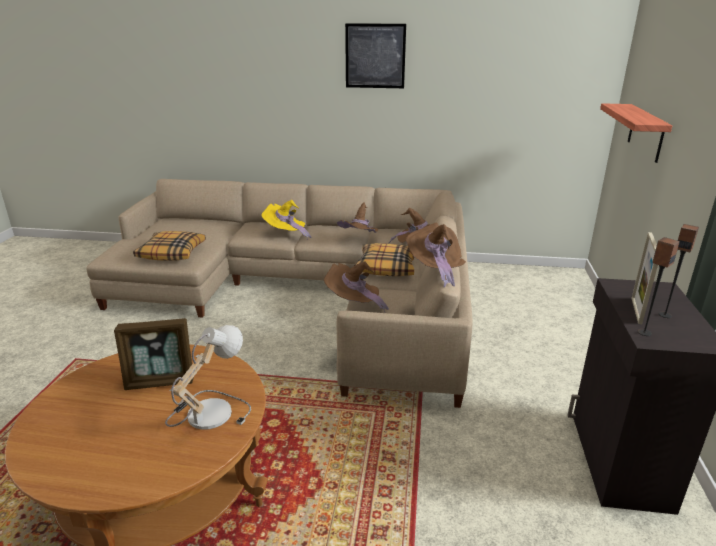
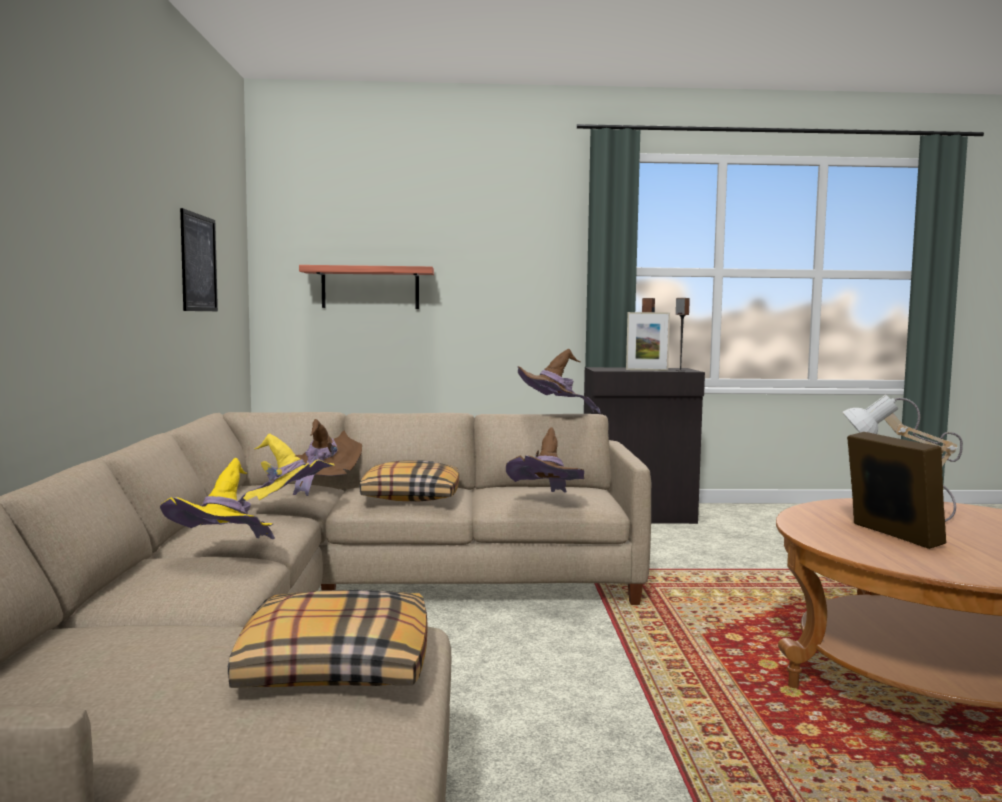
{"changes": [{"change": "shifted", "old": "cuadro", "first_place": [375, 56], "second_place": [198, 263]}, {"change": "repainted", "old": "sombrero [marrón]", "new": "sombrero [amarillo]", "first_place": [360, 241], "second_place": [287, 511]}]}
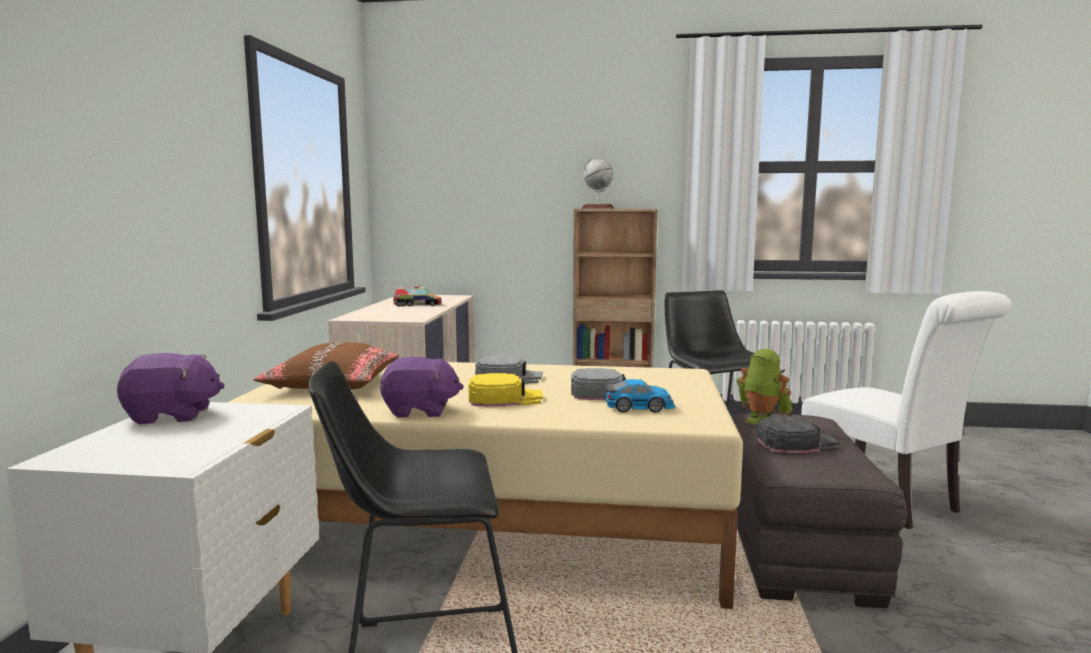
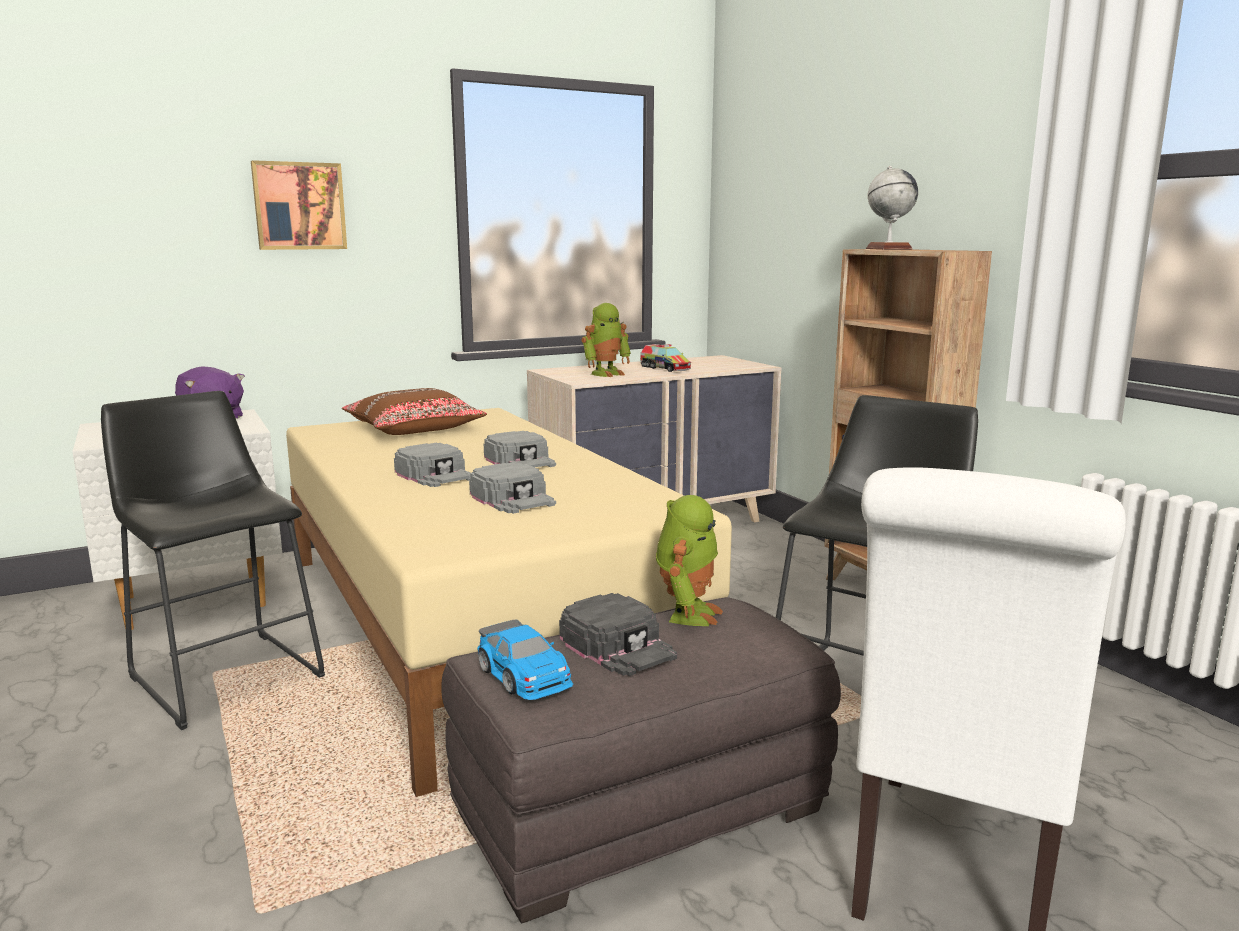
{"changes": [{"change": "gone", "old": "peluche [morado]", "first_place": [420, 411]}, {"change": "repainted", "old": "gorra [amarillo]", "new": "gorra [gris]", "first_place": [505, 398], "second_place": [435, 474]}, {"change": "shifted", "old": "coche de juguete", "first_place": [639, 407], "second_place": [524, 676]}, {"change": "new", "new": "cuadro", "second_place": [299, 206]}, {"change": "new", "new": "robot de juguete", "second_place": [606, 373]}]}
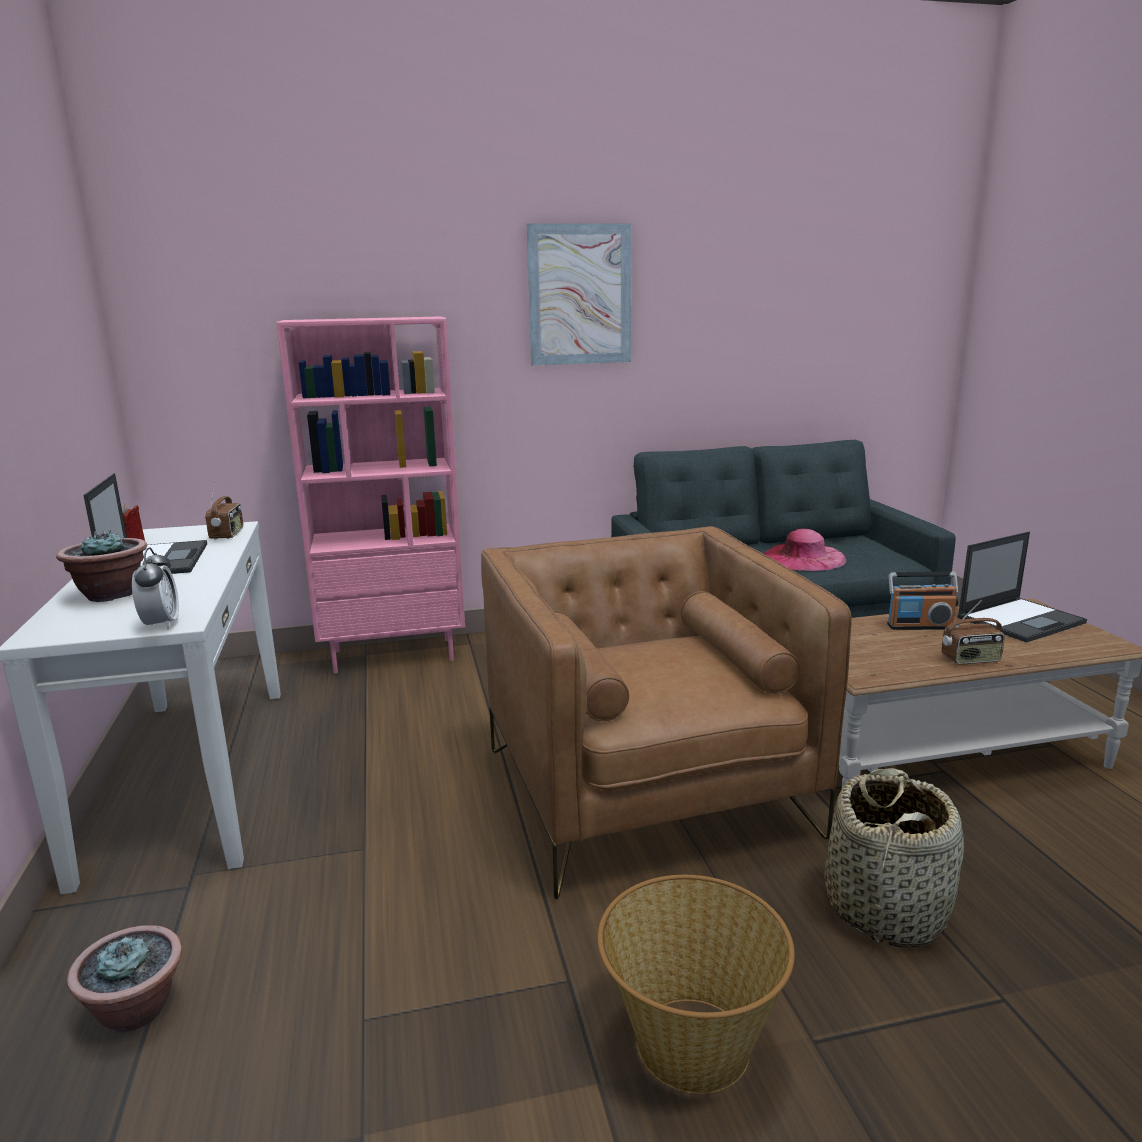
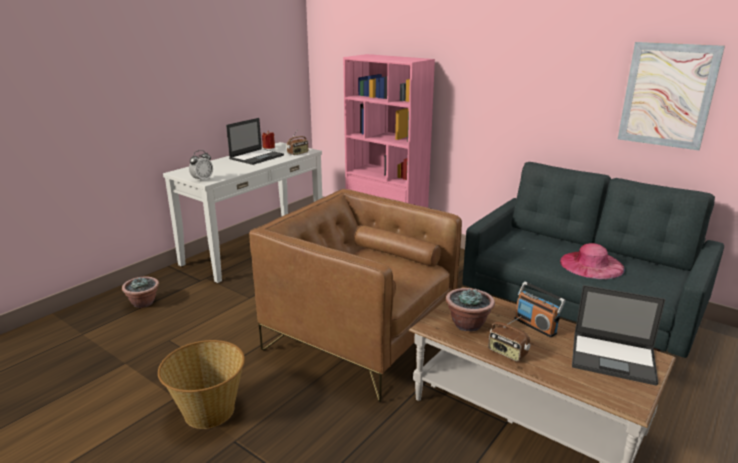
{"changes": [{"change": "shifted", "old": "cuadro", "first_place": [579, 295], "second_place": [667, 95]}, {"change": "rotated", "old": "sillón [marrón]", "first_place": [644, 791], "second_place": [359, 337], "degrees": -90}, {"change": "shifted", "old": "planta en maceta", "first_place": [111, 594], "second_place": [468, 324]}, {"change": "gone", "old": "cesta", "first_place": [886, 908]}]}
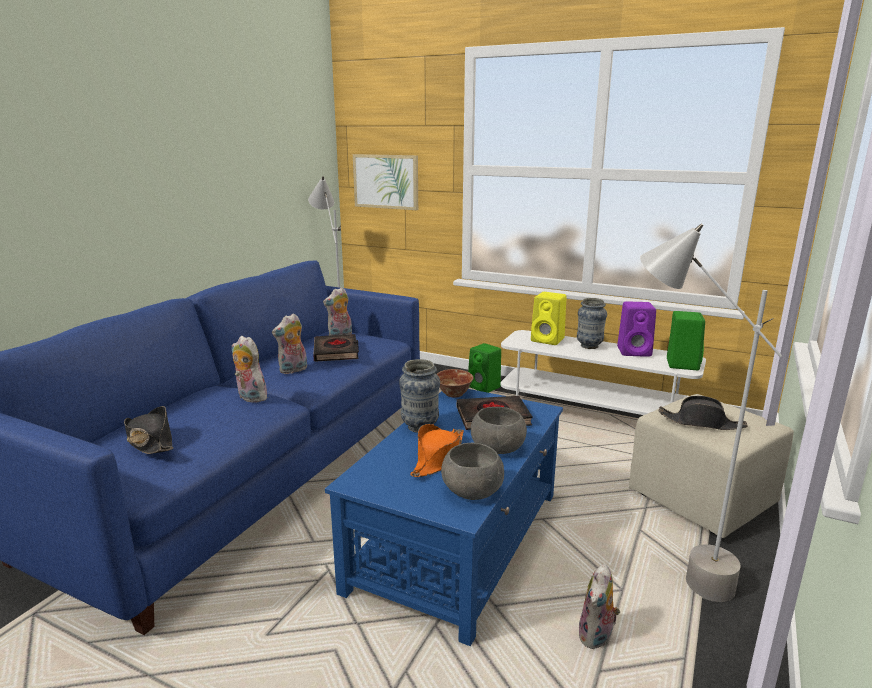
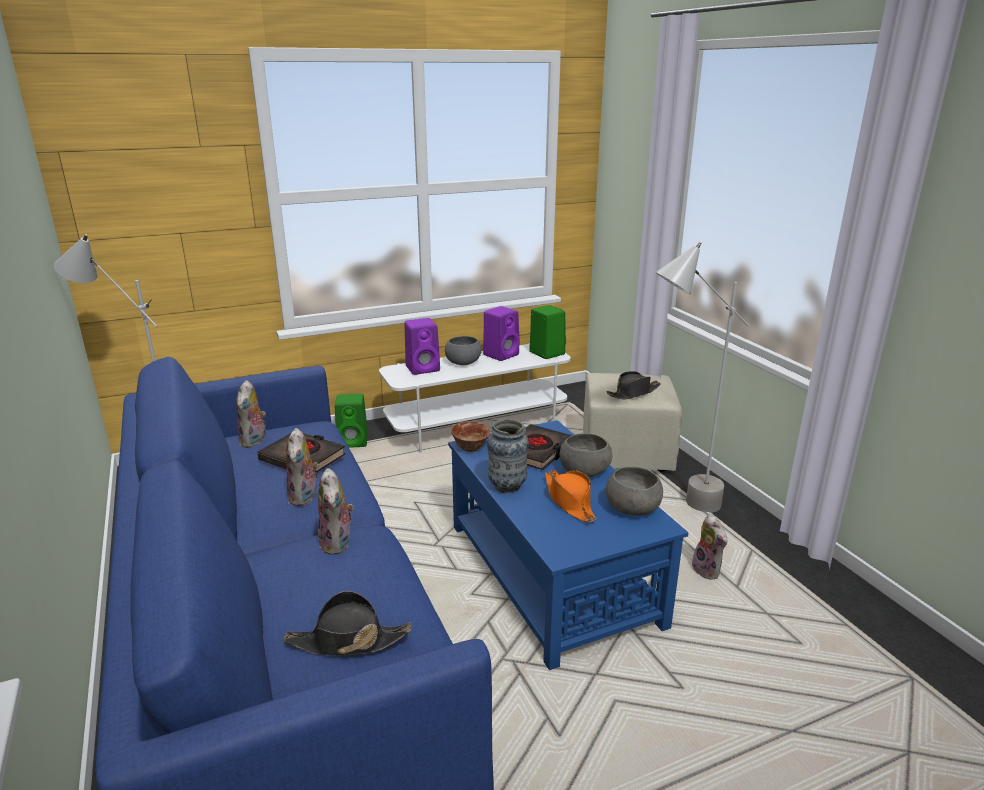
{"changes": [{"change": "gone", "old": "cuadro", "first_place": [386, 181]}, {"change": "repainted", "old": "altavoz [amarillo]", "new": "altavoz [morado]", "first_place": [548, 340], "second_place": [423, 368]}, {"change": "swapped", "old": "florero", "new": "cuenco [gris]", "first_place": [589, 346], "second_place": [463, 362]}, {"change": "rotated", "old": "peluche", "first_place": [249, 397], "second_place": [338, 544], "degrees": -90}]}
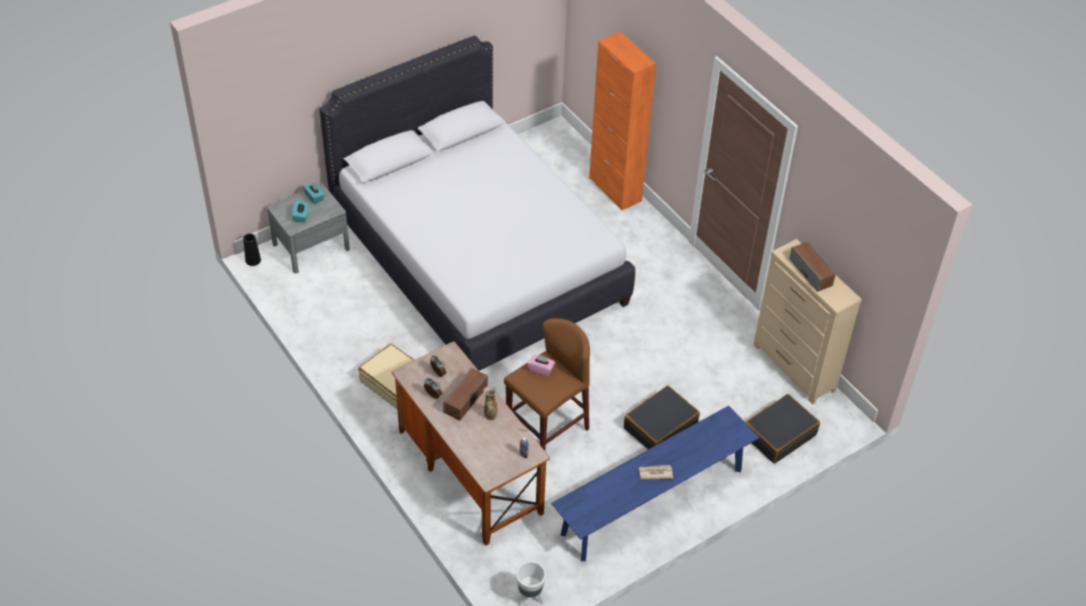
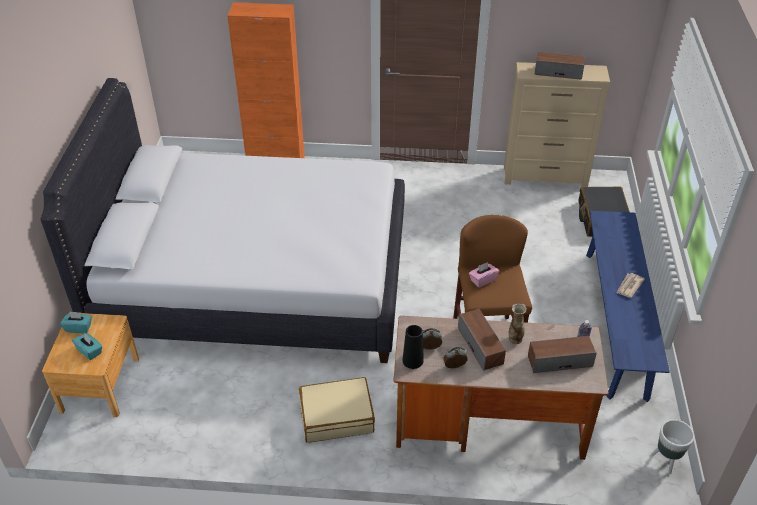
{"changes": [{"change": "repainted", "old": "mesita de noche [gris]", "new": "mesita de noche [marrón]", "first_place": [311, 246], "second_place": [100, 384]}, {"change": "shifted", "old": "florero [negro]", "first_place": [253, 260], "second_place": [413, 360]}, {"change": "gone", "old": "maleta [negro]", "first_place": [660, 426]}, {"change": "new", "new": "altavoz", "second_place": [559, 360]}]}
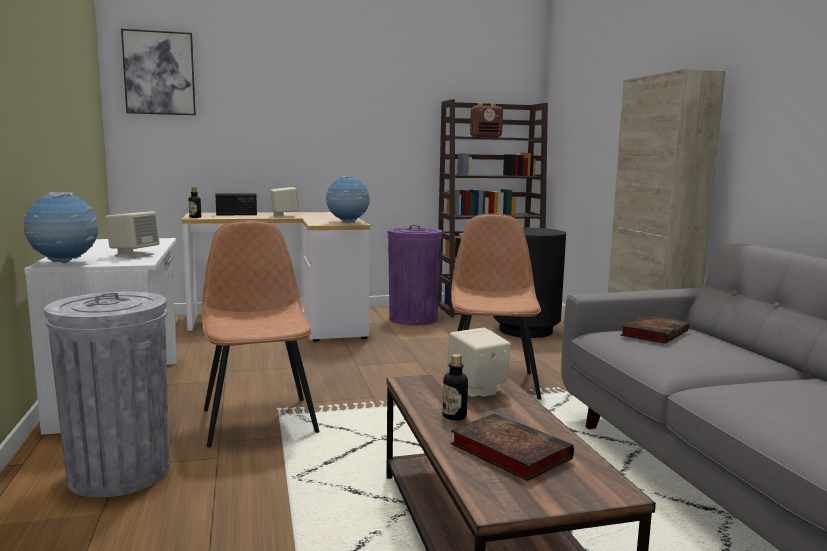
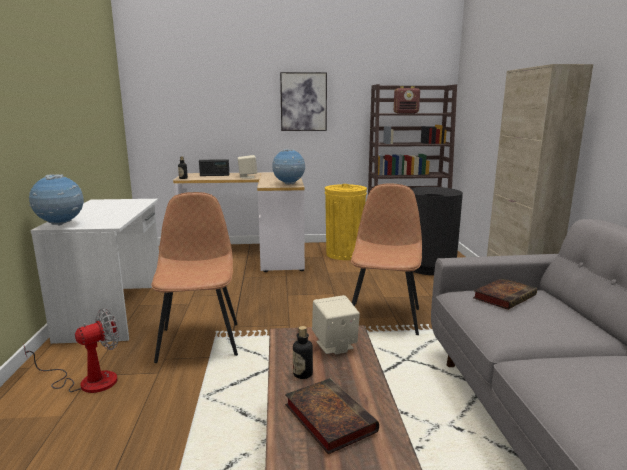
{"changes": [{"change": "shifted", "old": "cuadro", "first_place": [159, 73], "second_place": [303, 102]}, {"change": "gone", "old": "altavoz [beis]", "first_place": [134, 255]}, {"change": "repainted", "old": "papelera [morado]", "new": "papelera [amarillo]", "first_place": [413, 319], "second_place": [344, 254]}, {"change": "swapped", "old": "papelera [gris]", "new": "ventilador", "first_place": [119, 473], "second_place": [87, 381]}]}
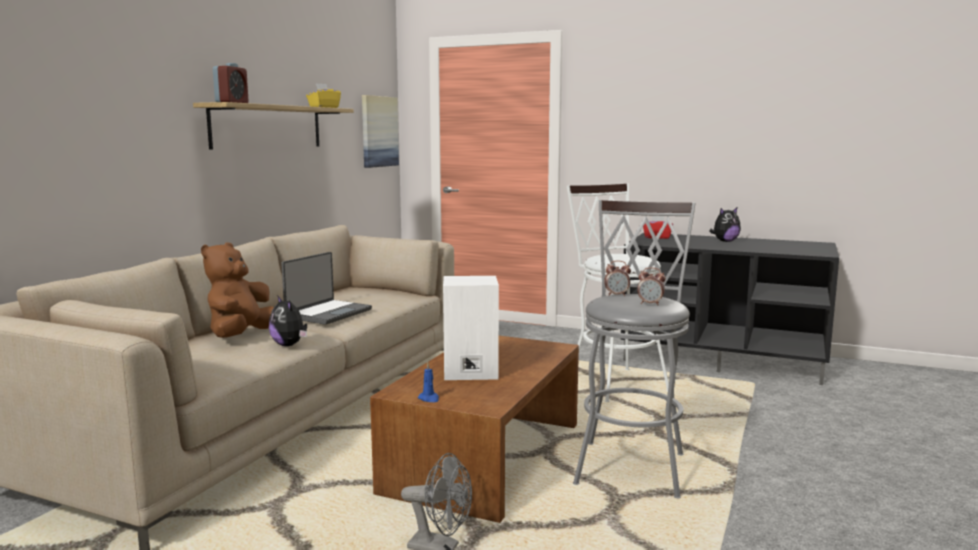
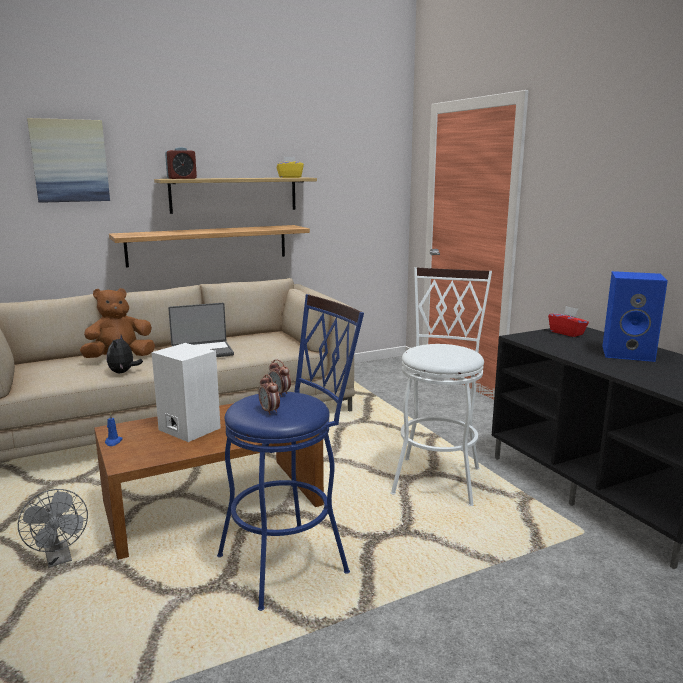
{"changes": [{"change": "shifted", "old": "cuadro", "first_place": [379, 131], "second_place": [70, 161]}, {"change": "repainted", "old": "taburete [gris]", "new": "taburete [azul]", "first_place": [632, 464], "second_place": [292, 561]}, {"change": "swapped", "old": "peluche", "new": "altavoz [azul]", "first_place": [725, 241], "second_place": [629, 353]}, {"change": "new", "new": "estante", "second_place": [208, 245]}]}
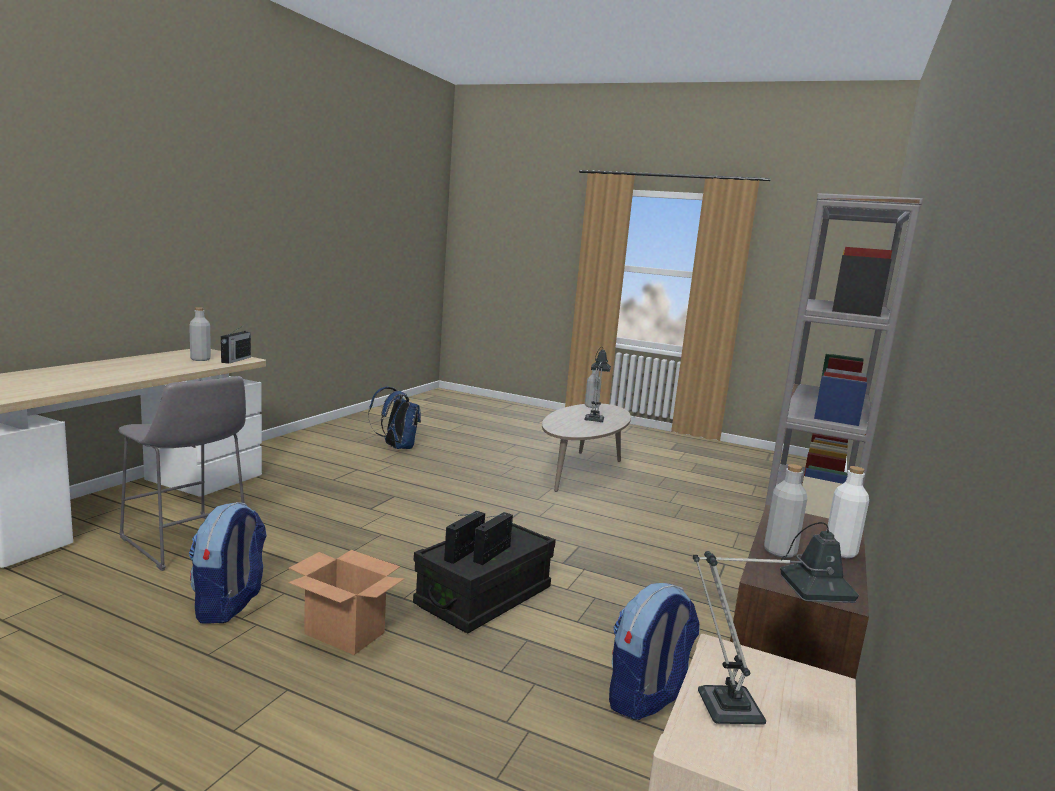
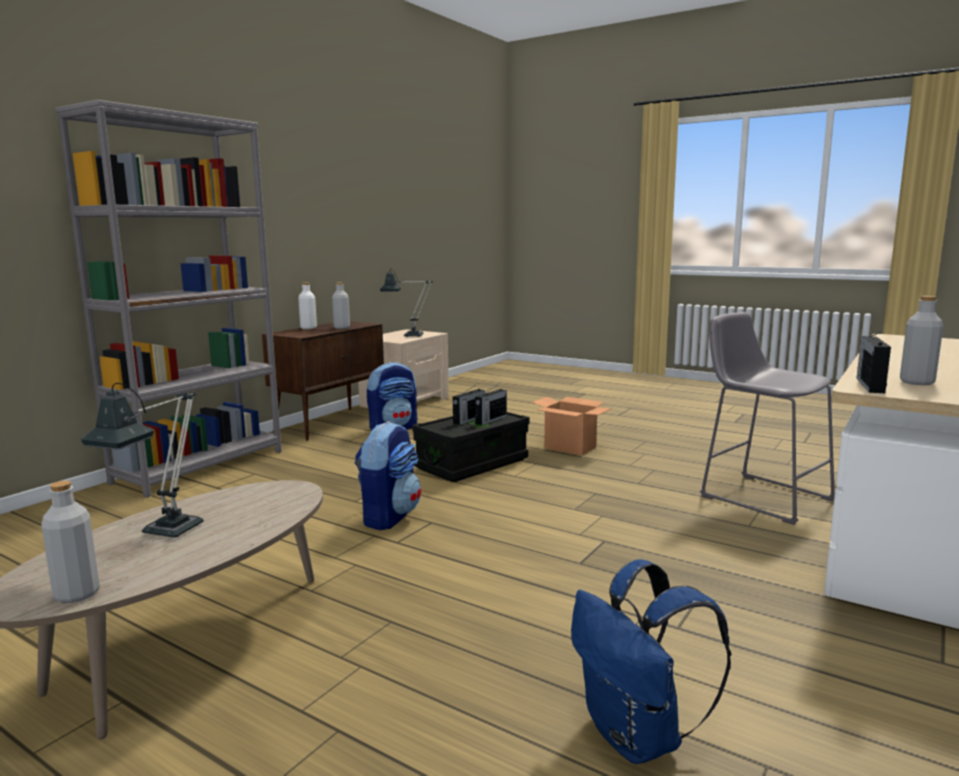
{"changes": [{"change": "shifted", "old": "mochila", "first_place": [229, 606], "second_place": [389, 516]}]}
